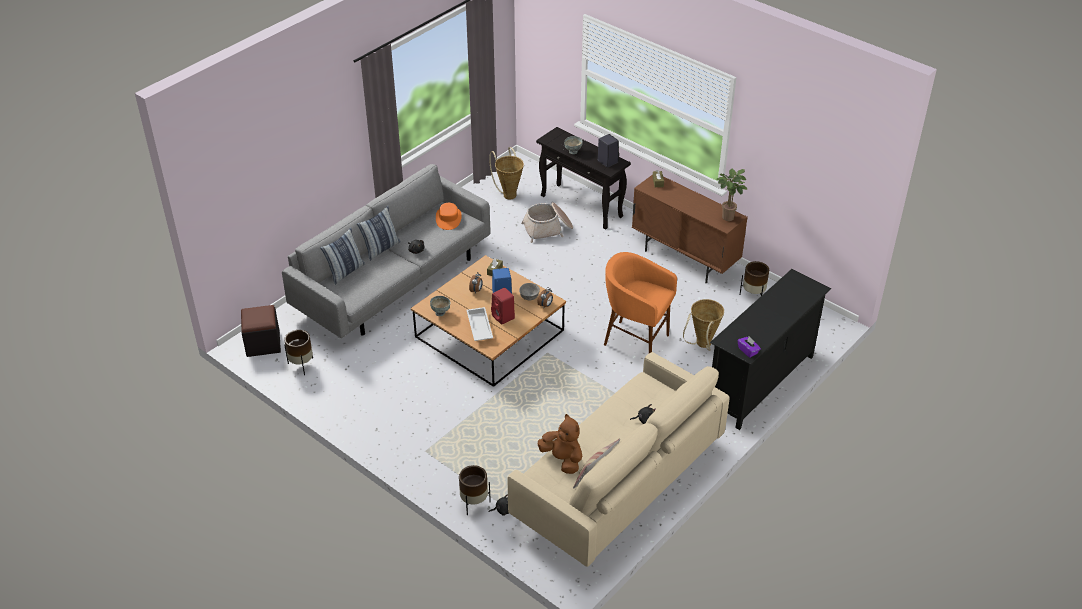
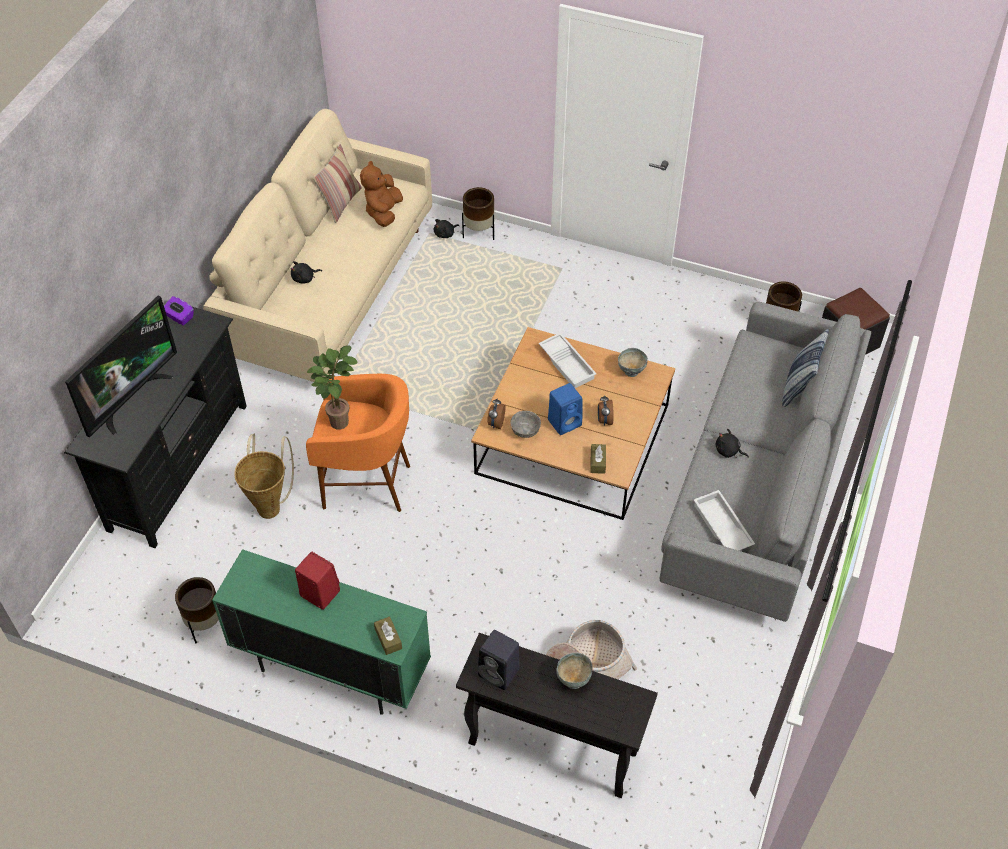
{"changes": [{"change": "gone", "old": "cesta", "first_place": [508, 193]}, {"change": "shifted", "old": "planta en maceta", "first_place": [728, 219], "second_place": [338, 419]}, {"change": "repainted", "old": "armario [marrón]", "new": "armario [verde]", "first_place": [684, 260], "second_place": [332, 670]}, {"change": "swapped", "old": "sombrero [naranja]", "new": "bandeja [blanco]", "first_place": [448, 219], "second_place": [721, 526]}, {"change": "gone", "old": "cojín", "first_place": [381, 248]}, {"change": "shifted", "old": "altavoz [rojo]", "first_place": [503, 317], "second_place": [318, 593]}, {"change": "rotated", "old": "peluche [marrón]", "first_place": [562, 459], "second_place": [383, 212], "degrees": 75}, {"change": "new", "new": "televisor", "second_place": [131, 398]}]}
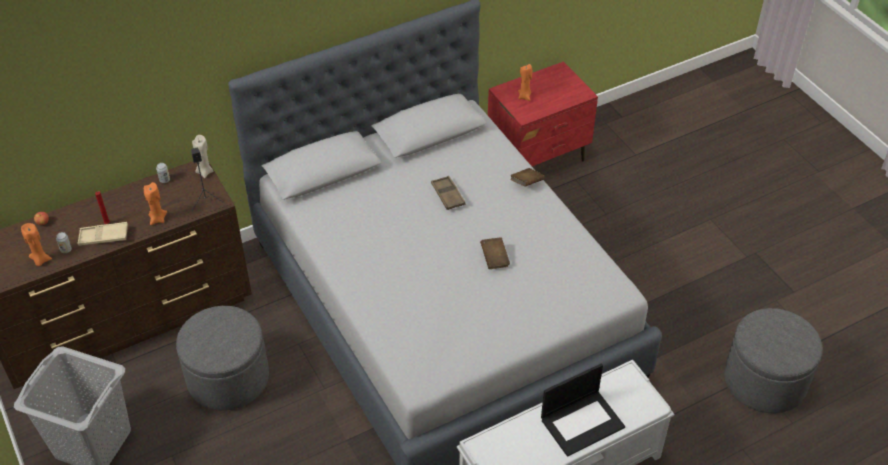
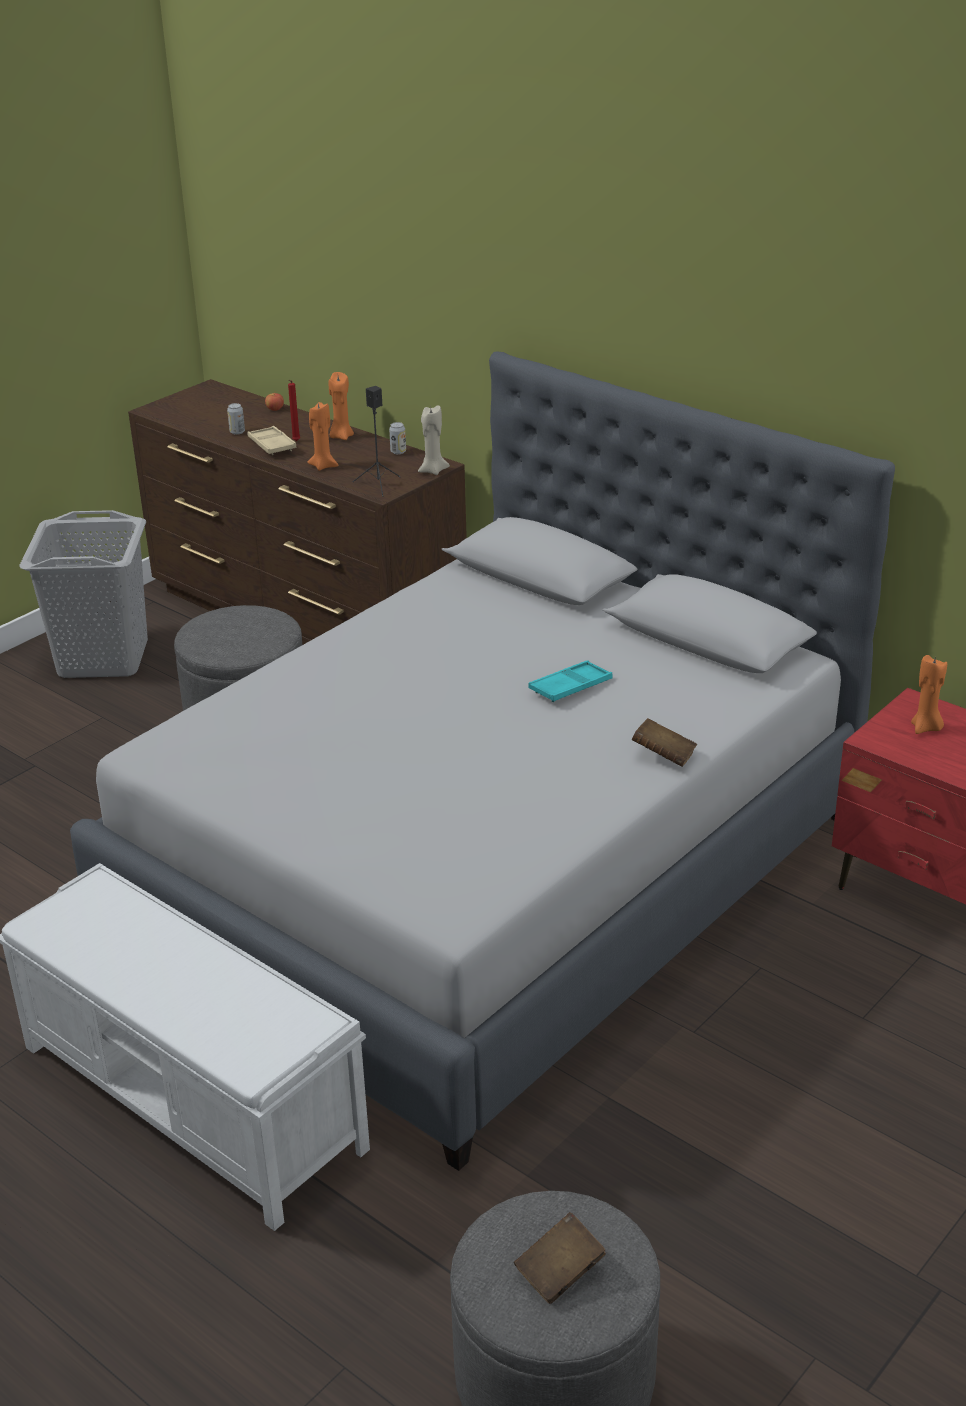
{"changes": [{"change": "repainted", "old": "bandeja [marrón]", "new": "bandeja [turquesa]", "first_place": [447, 195], "second_place": [570, 687]}, {"change": "shifted", "old": "vela [naranja]", "first_place": [40, 260], "second_place": [341, 436]}, {"change": "shifted", "old": "libro [marrón]", "first_place": [494, 259], "second_place": [560, 1272]}, {"change": "gone", "old": "portátil", "first_place": [582, 422]}]}
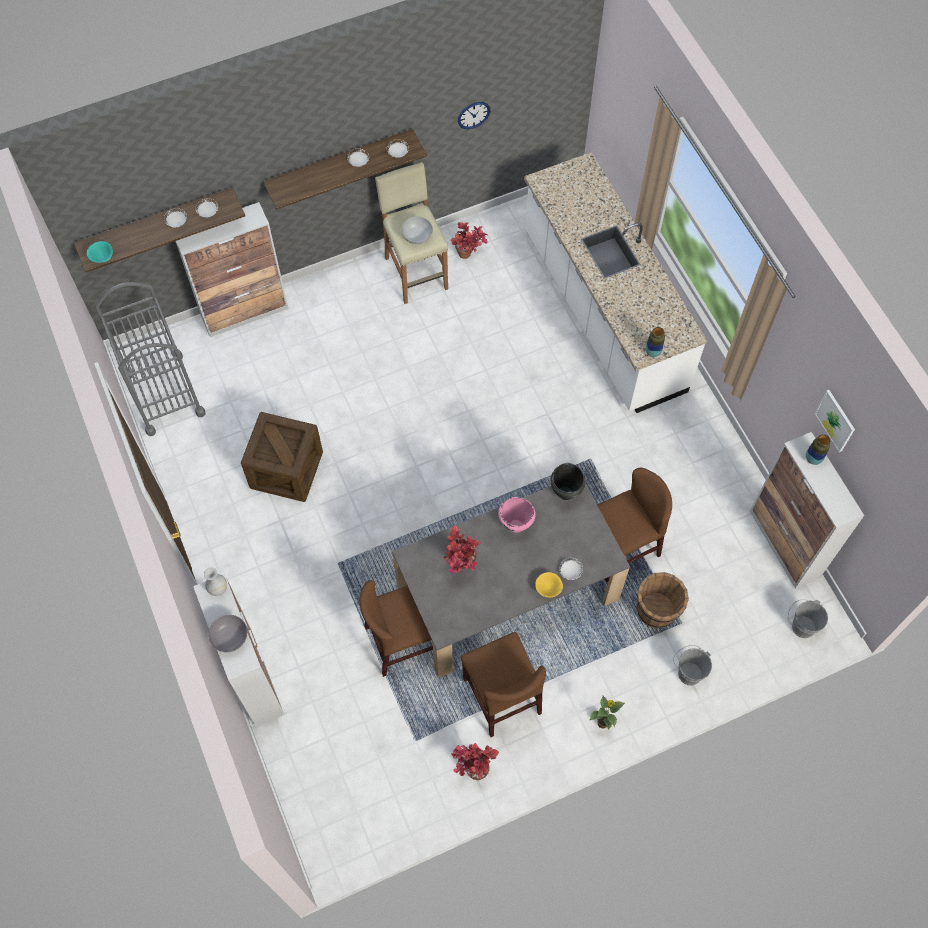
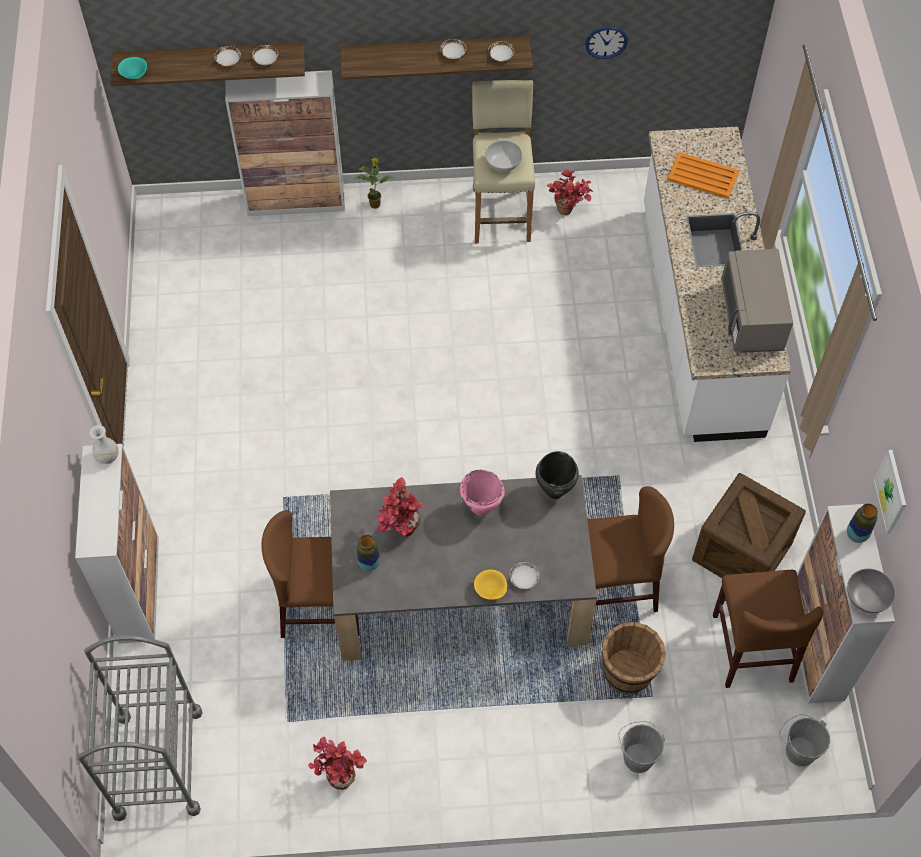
{"changes": [{"change": "shifted", "old": "carrito [gris]", "first_place": [164, 394], "second_place": [158, 763]}, {"change": "shifted", "old": "florero", "first_place": [653, 352], "second_place": [369, 563]}, {"change": "shifted", "old": "caja de embalaje", "first_place": [286, 470], "second_place": [741, 552]}, {"change": "shifted", "old": "cuenco [gris]", "first_place": [230, 638], "second_place": [866, 598]}, {"change": "shifted", "old": "silla [marrón]", "first_place": [501, 696], "second_place": [752, 647]}, {"change": "shifted", "old": "planta en maceta", "first_place": [603, 722], "second_place": [375, 204]}, {"change": "new", "new": "bandeja [naranja]", "second_place": [703, 176]}, {"change": "new", "new": "microondas [gris]", "second_place": [751, 317]}]}
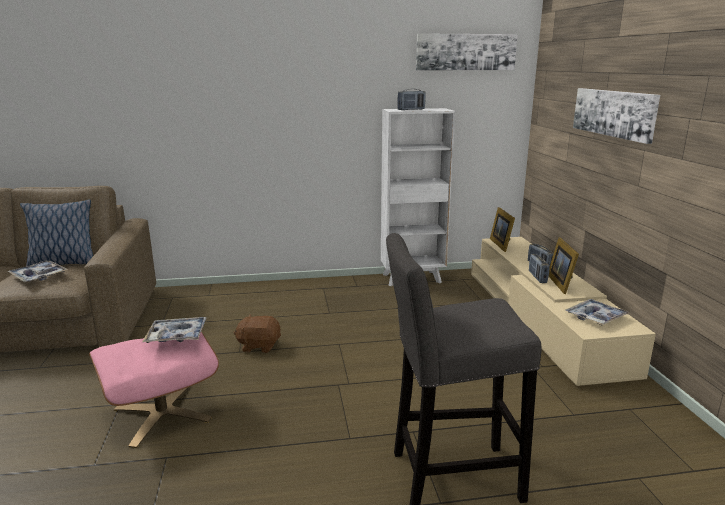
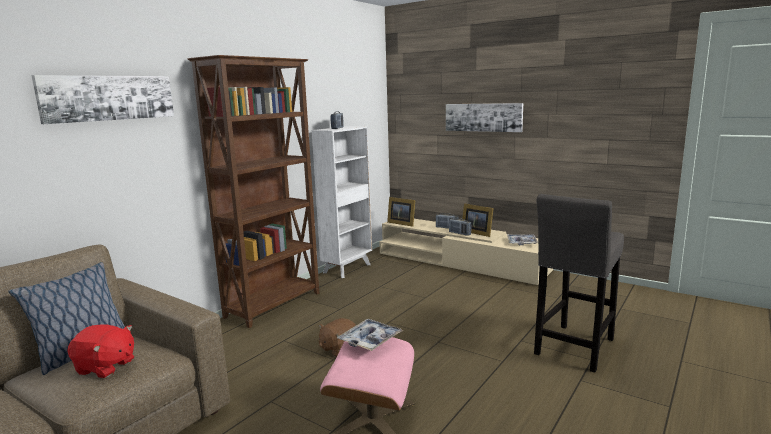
{"changes": [{"change": "shifted", "old": "cuadro", "first_place": [465, 52], "second_place": [109, 98]}, {"change": "swapped", "old": "bandeja", "new": "peluche [rojo]", "first_place": [39, 276], "second_place": [105, 367]}, {"change": "new", "new": "estantería [marrón]", "second_place": [275, 305]}]}
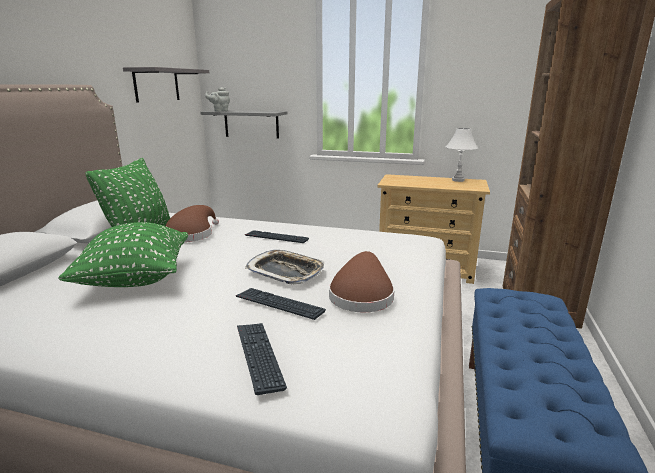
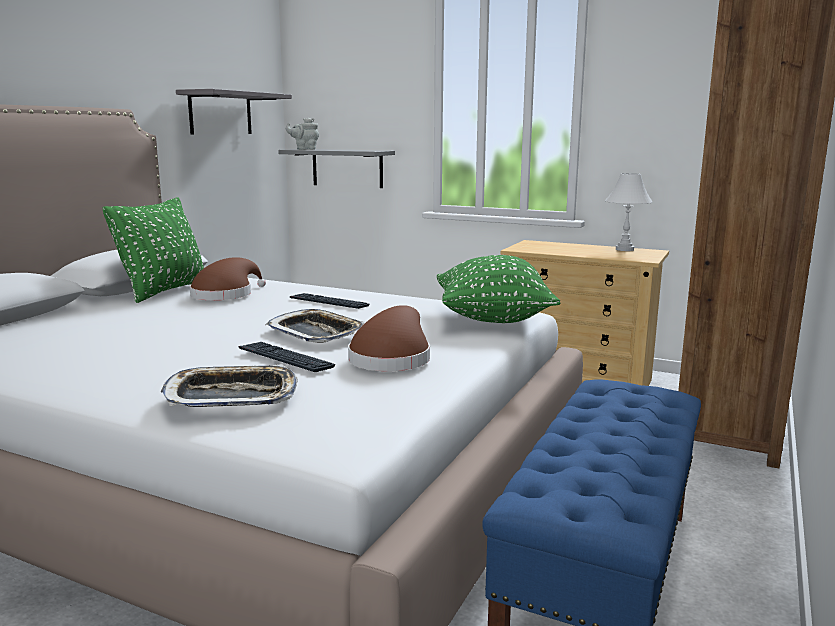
{"changes": [{"change": "shifted", "old": "cojín [verde]", "first_place": [136, 279], "second_place": [492, 319]}, {"change": "swapped", "old": "teclado", "new": "bandeja", "first_place": [259, 356], "second_place": [232, 396]}]}
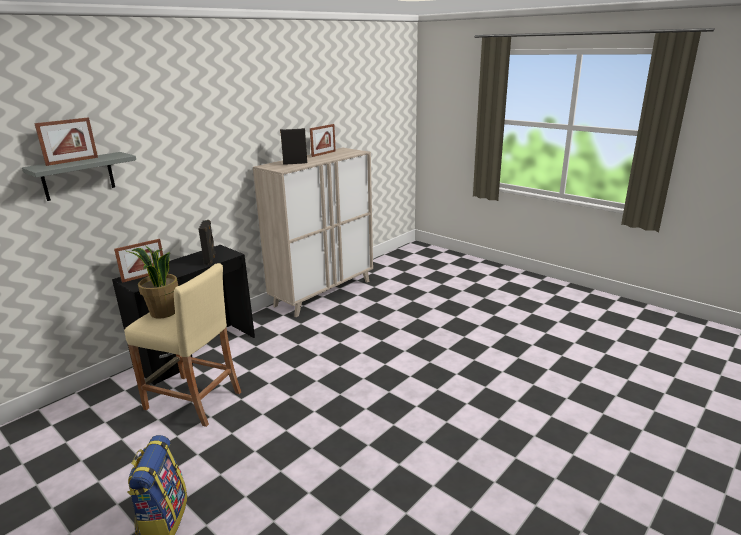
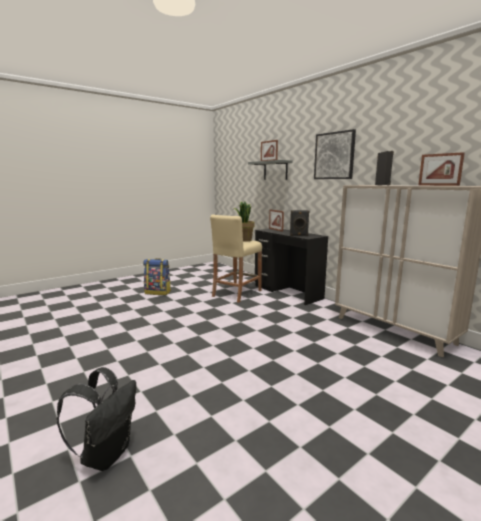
{"changes": [{"change": "new", "new": "cuadro", "second_place": [334, 156]}, {"change": "new", "new": "mochila [negro]", "second_place": [106, 453]}]}
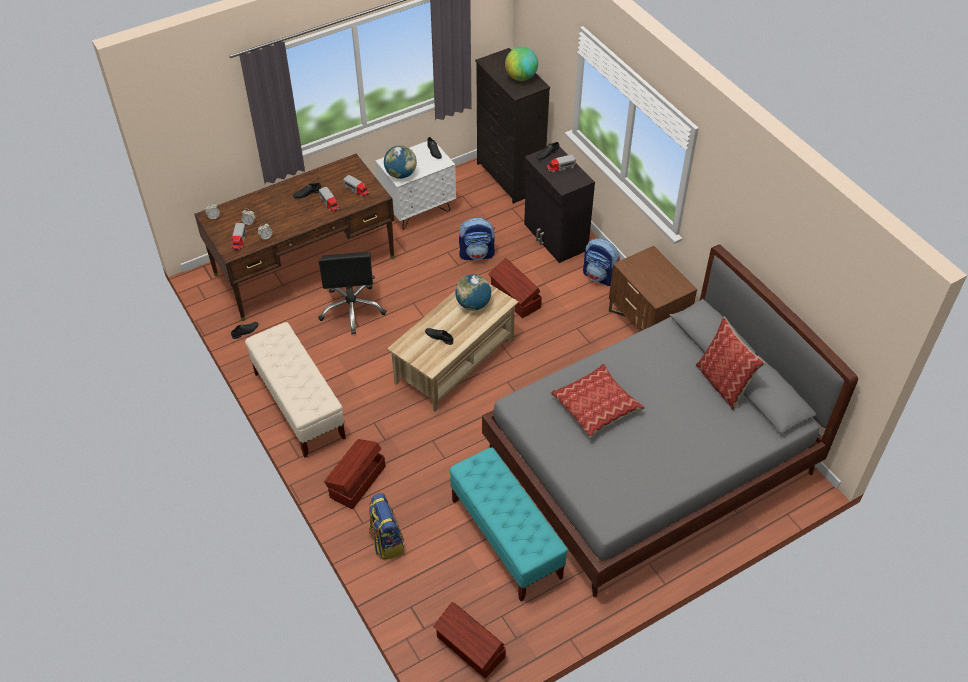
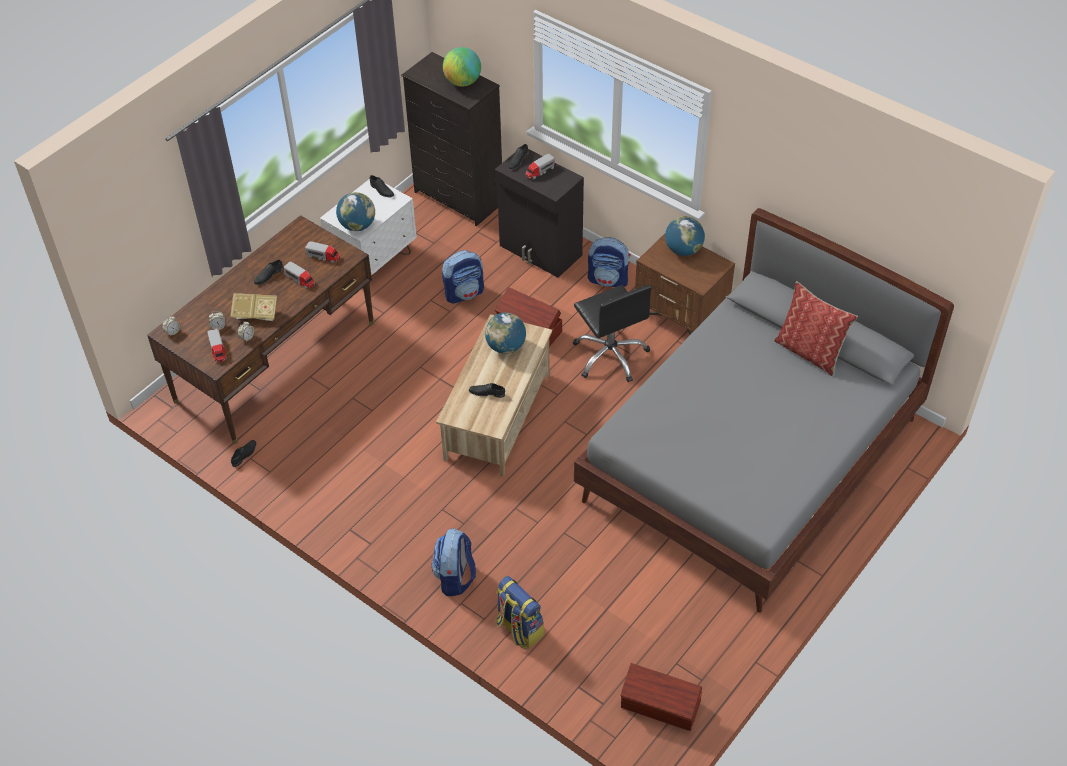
{"changes": [{"change": "shifted", "old": "silla de oficina [negro]", "first_place": [352, 309], "second_place": [610, 355]}, {"change": "gone", "old": "banco [beis]", "first_place": [299, 405]}, {"change": "gone", "old": "cojín", "first_place": [596, 406]}, {"change": "swapped", "old": "caja de almacenaje [marrón]", "new": "mochila", "first_place": [356, 482], "second_place": [455, 578]}, {"change": "gone", "old": "banco [turquesa]", "first_place": [506, 539]}, {"change": "new", "new": "globo terráqueo", "second_place": [683, 250]}, {"change": "new", "new": "libro", "second_place": [256, 314]}]}
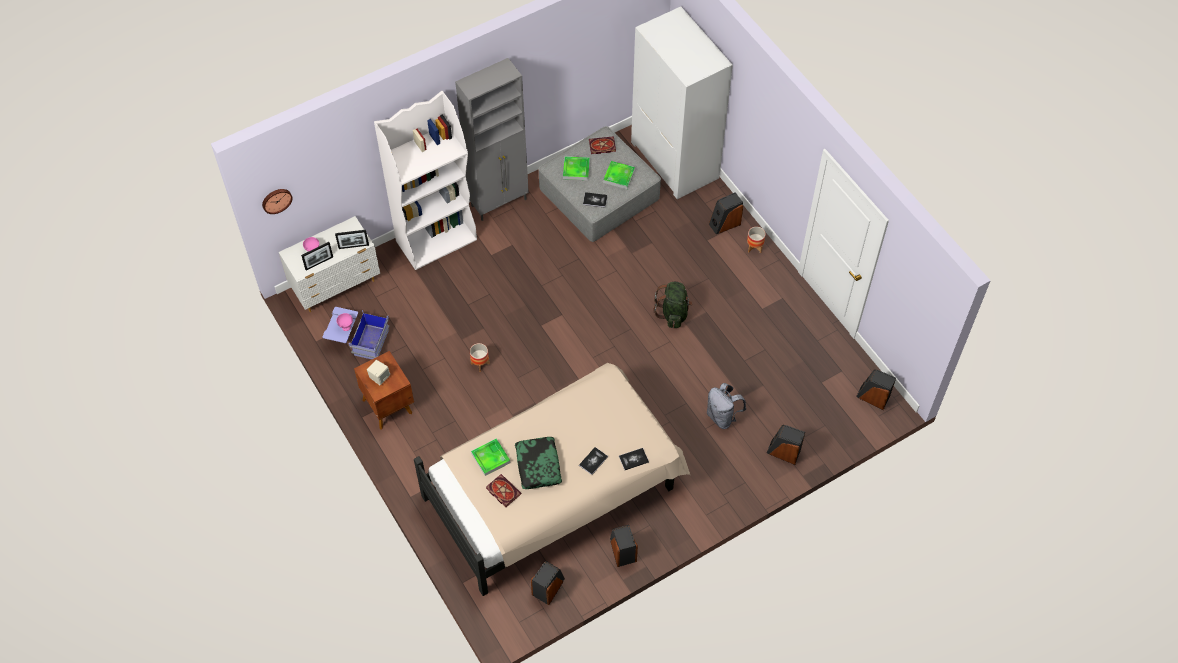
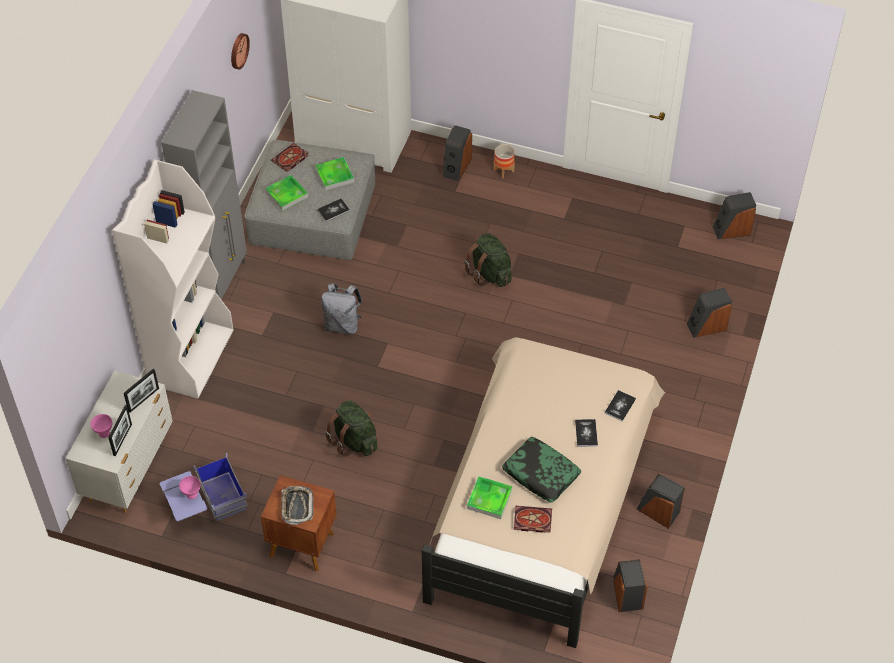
{"changes": [{"change": "shifted", "old": "reloj de pared", "first_place": [276, 200], "second_place": [238, 50]}, {"change": "swapped", "old": "maceta", "new": "mochila [verde]", "first_place": [480, 363], "second_place": [354, 441]}, {"change": "swapped", "old": "altavoz [beis]", "new": "bandeja", "first_place": [379, 377], "second_place": [297, 506]}, {"change": "shifted", "old": "mochila [gris]", "first_place": [722, 416], "second_place": [342, 324]}]}
